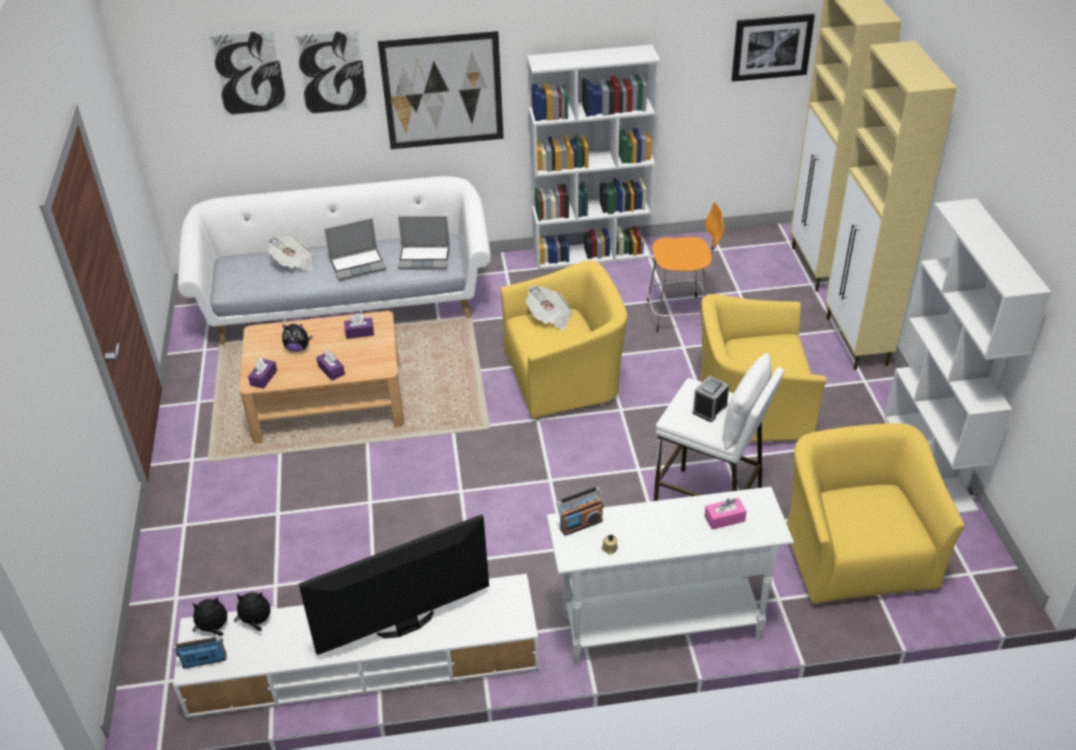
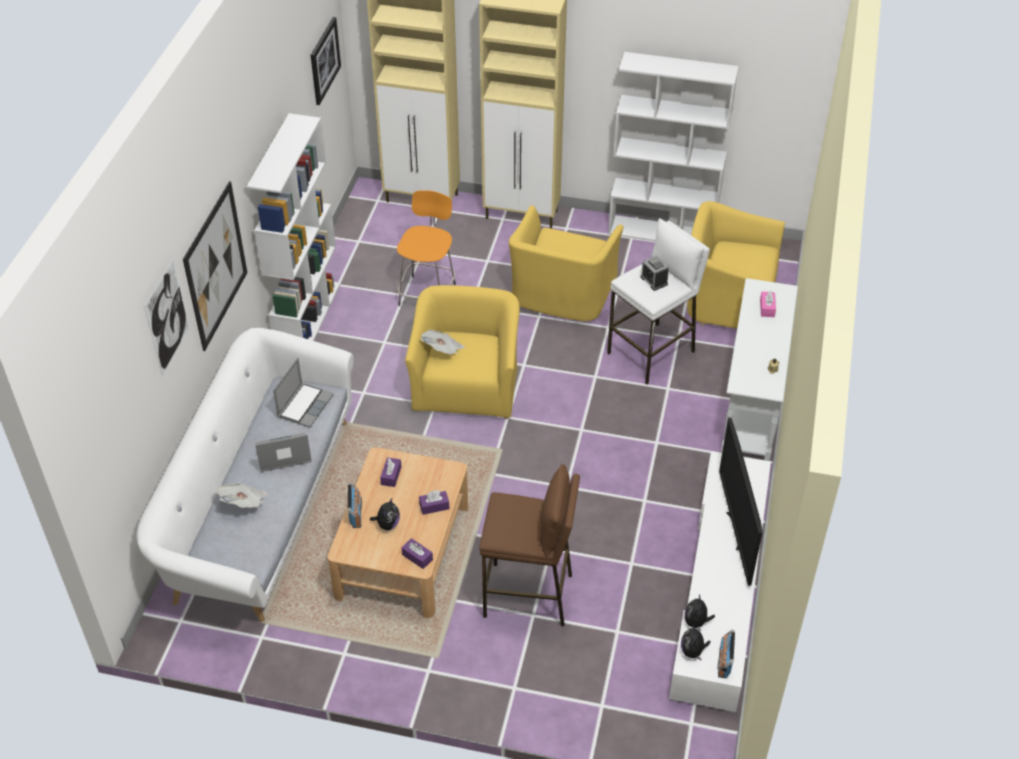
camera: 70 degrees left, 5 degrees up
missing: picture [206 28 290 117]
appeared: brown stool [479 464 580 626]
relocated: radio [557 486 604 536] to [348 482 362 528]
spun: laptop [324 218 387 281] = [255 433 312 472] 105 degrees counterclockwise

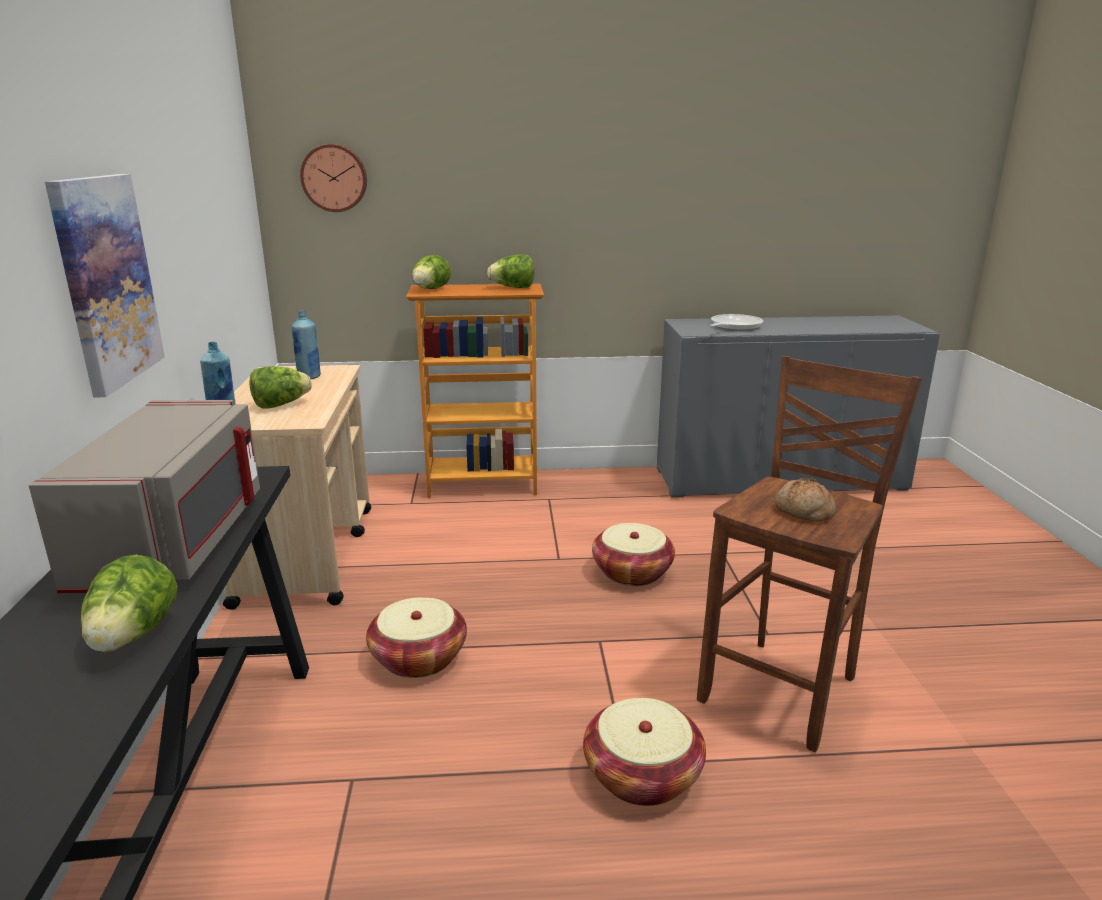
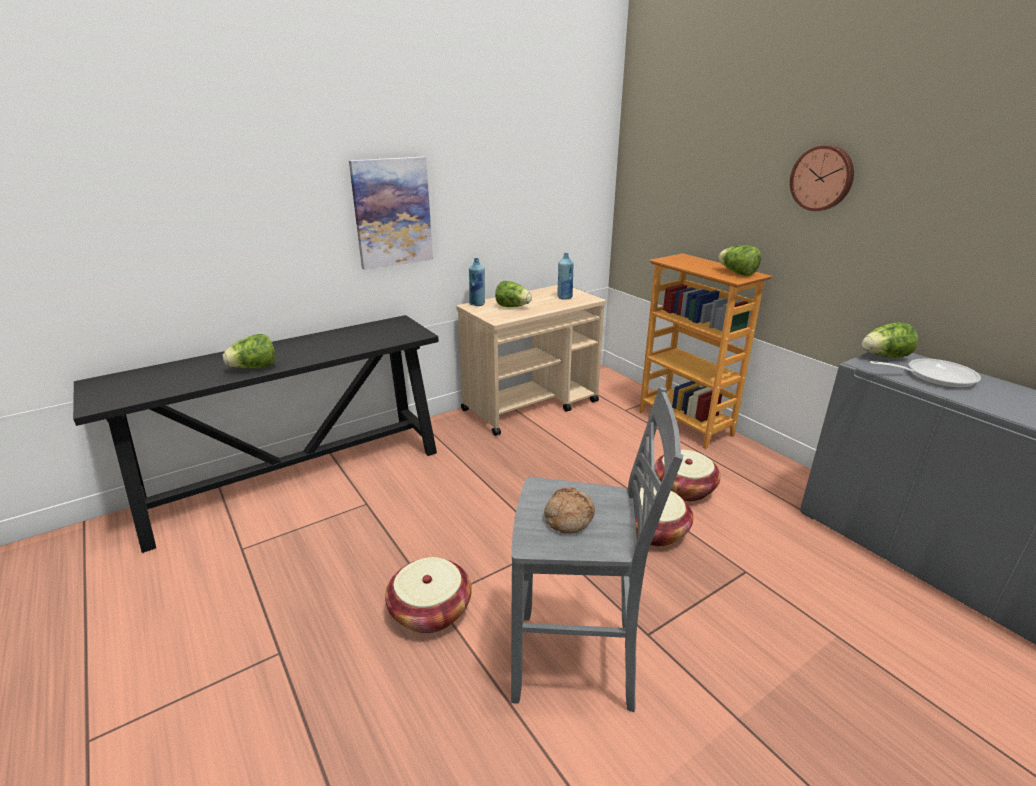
camera: 60 degrees right, 5 degrees up
missing: grey microwave [29 400 260 593]
relocated: basket [366 597 467 678] to [654 450 721 501]; wall clock [300 144 367 212] to [790 145 854 211]; lettuce [412 255 451 289] to [862 322 918 358]
colour: brown stool [697 356 922 753] to grey stool [511 387 683 712]

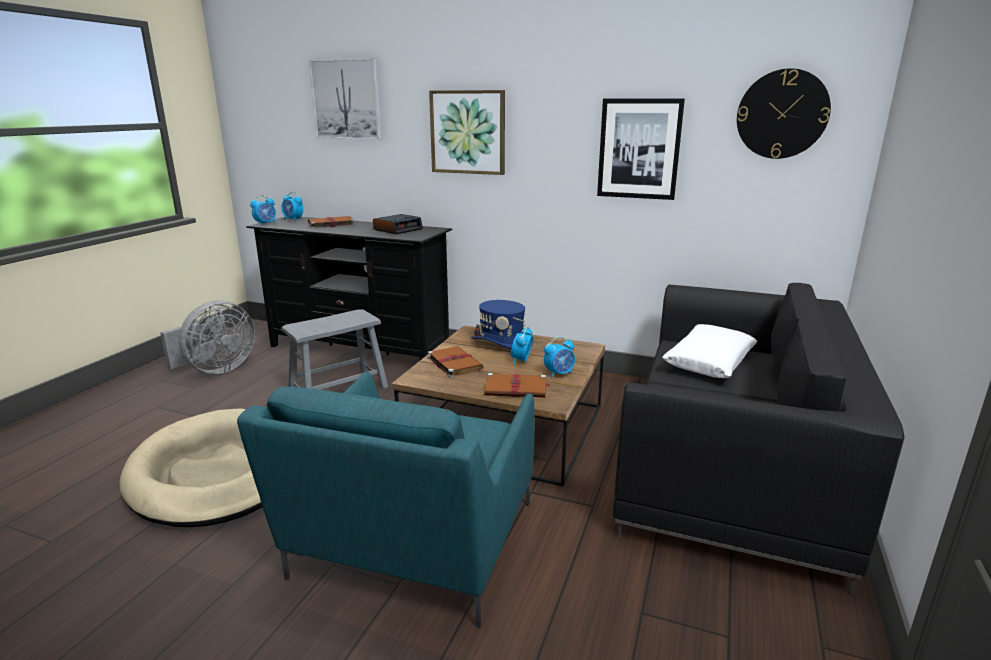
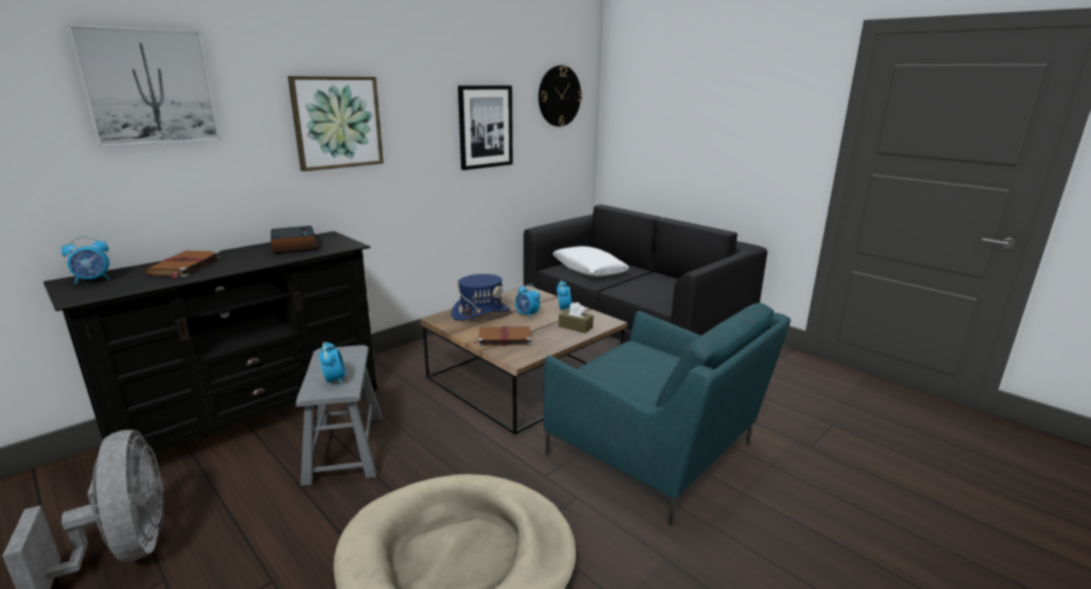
camera: 65 degrees left, 0 degrees up
relocated: alarm clock [250 195 276 226] to [319 342 346 386]
exchanged: brown book [484 373 550 398] to brown tissue box [559 302 593 333]

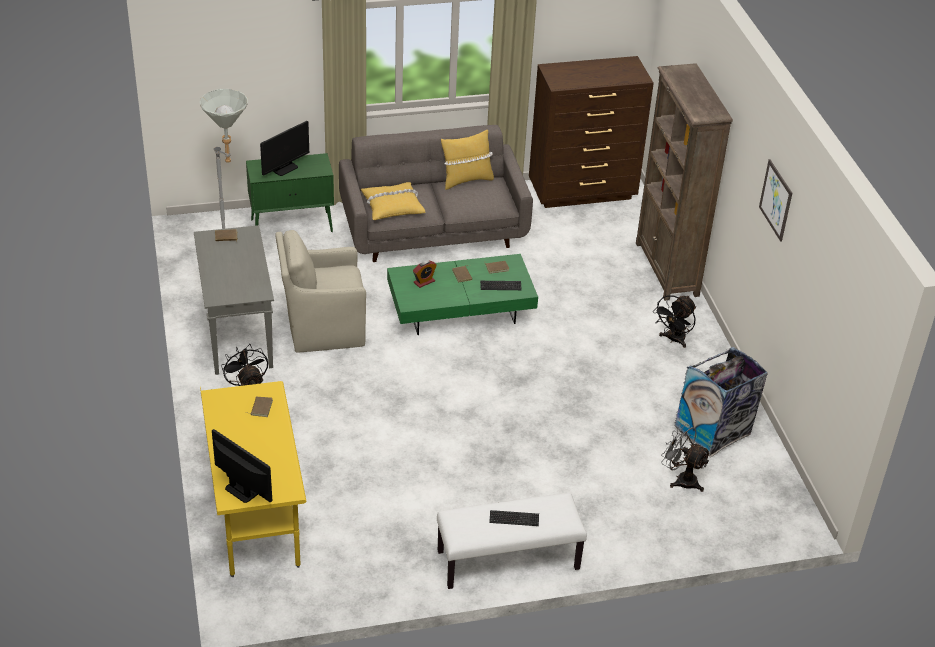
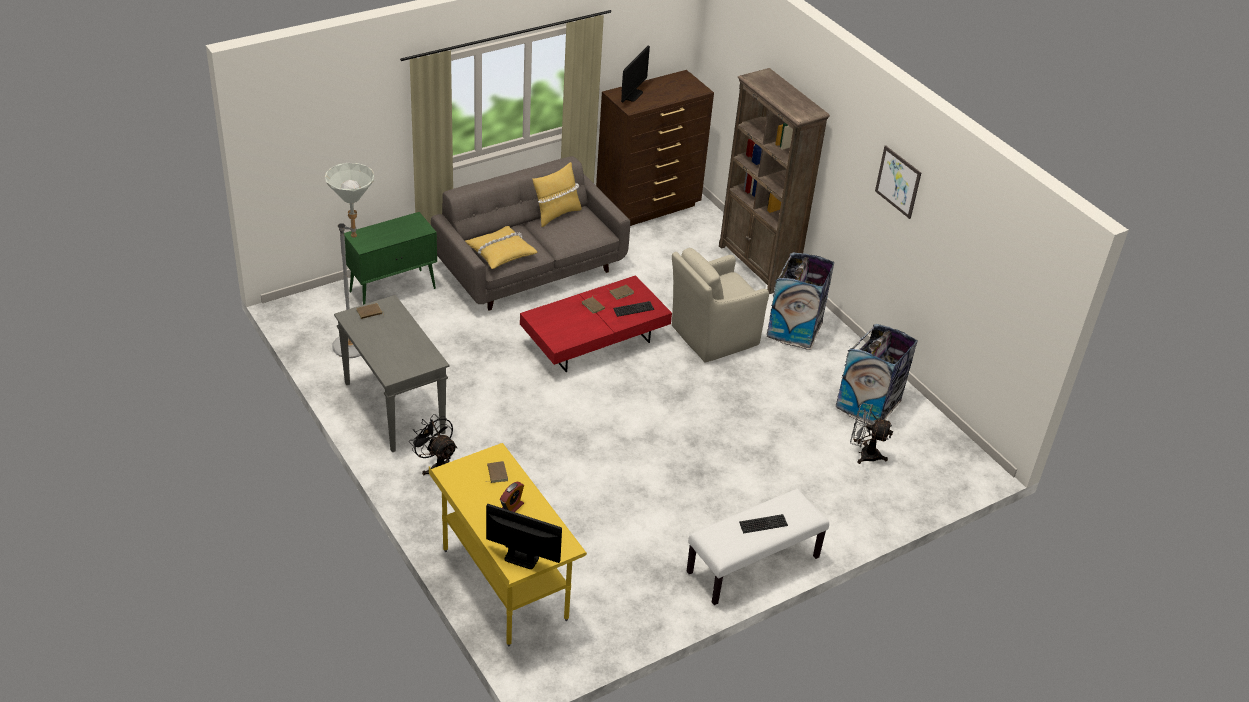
camera: 20 degrees left, 0 degrees up
relocated: alarm clock [413 261 437 288] to [500 482 524 512]; monitor [260 121 309 176] to [621 46 650 102]; beige armchair [275 230 366 353] to [672 248 769 362]
exchanged: black fan [653 295 696 348] to trash can [767 252 834 350]
colour: green coffee table [387 254 538 335] to red coffee table [520 275 672 372]

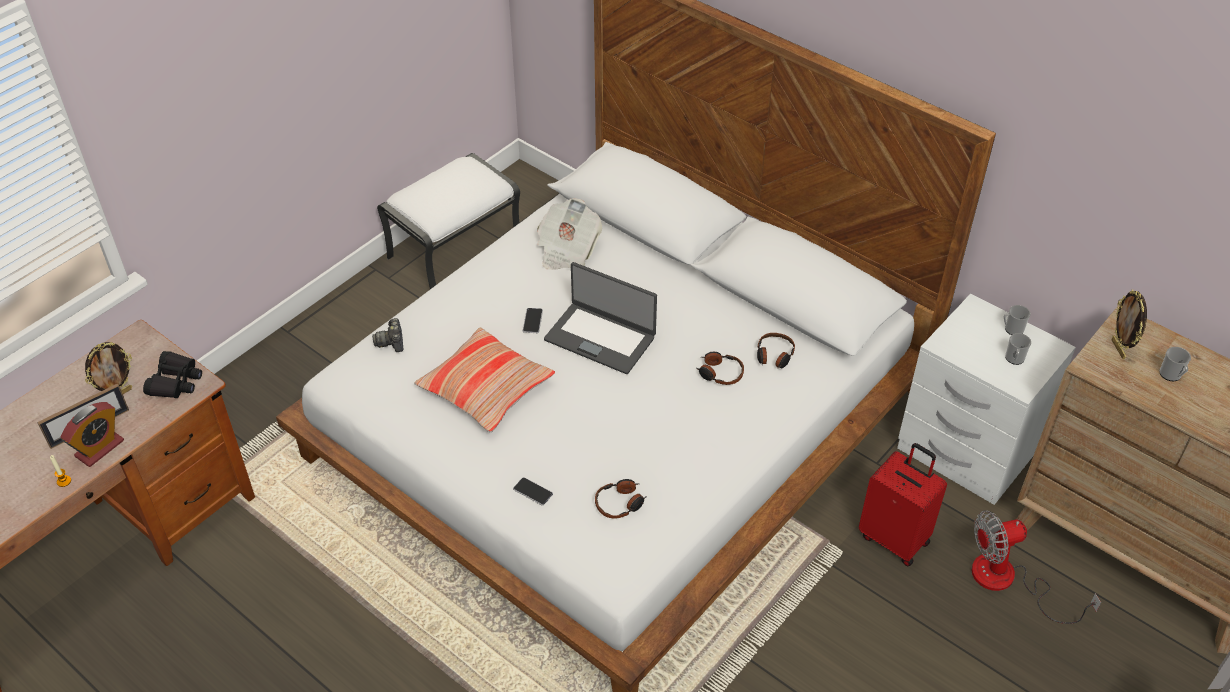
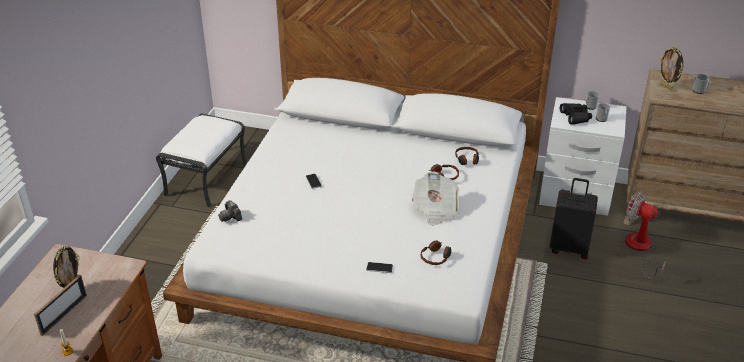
camera: 25 degrees left, 10 degrees down
missing: alarm clock [60 402 124 467]; pillow [414 327 555 432]; laptop [544 262 657 374]
relocated: newspaper [537 198 602 270] to [412 172 459 226]; black binoculars [143 351 202 398] to [560 103 592 125]
colour: red suitcase [859 443 947 566] to black suitcase [550 178 598 259]
spun: fan [972 510 1101 624] = [625 192 666 279] 75 degrees clockwise

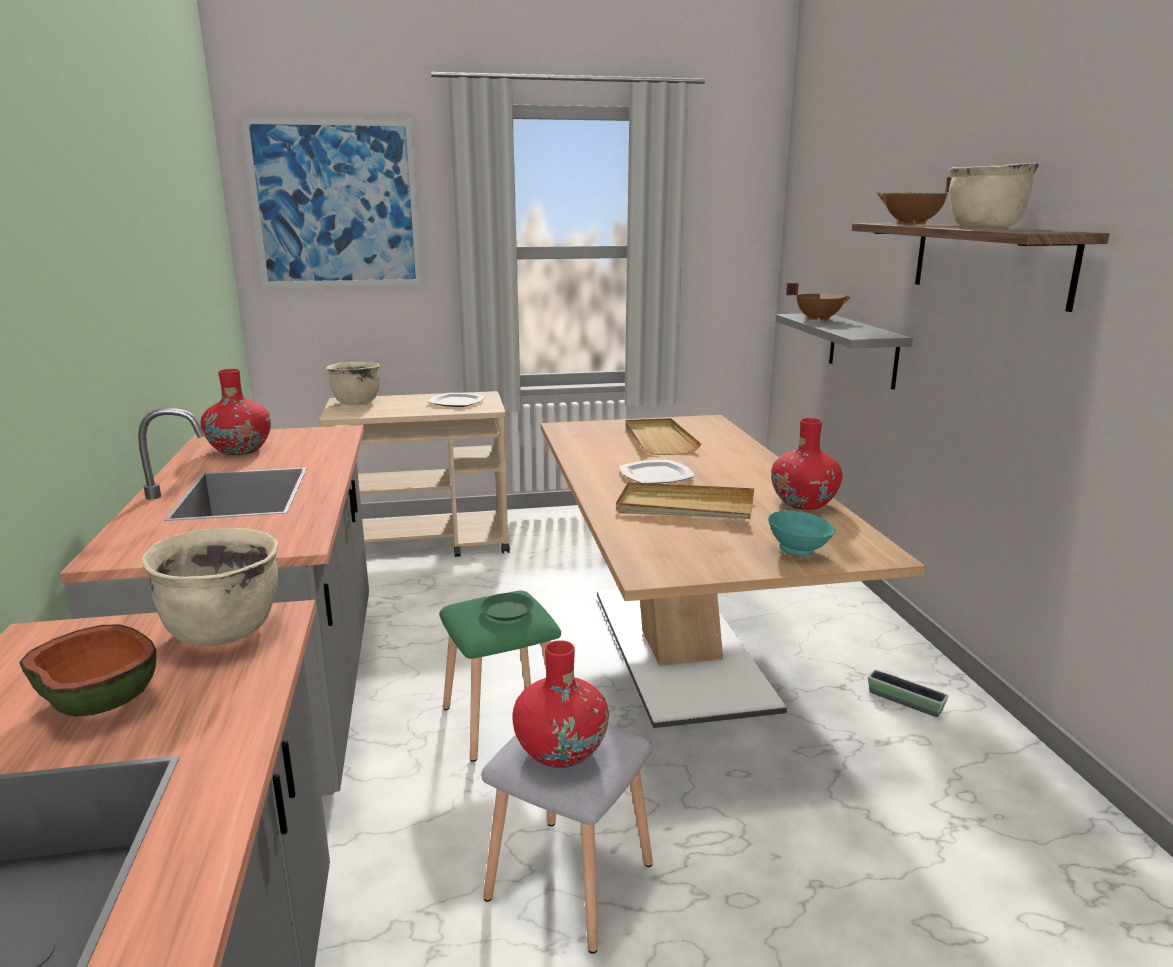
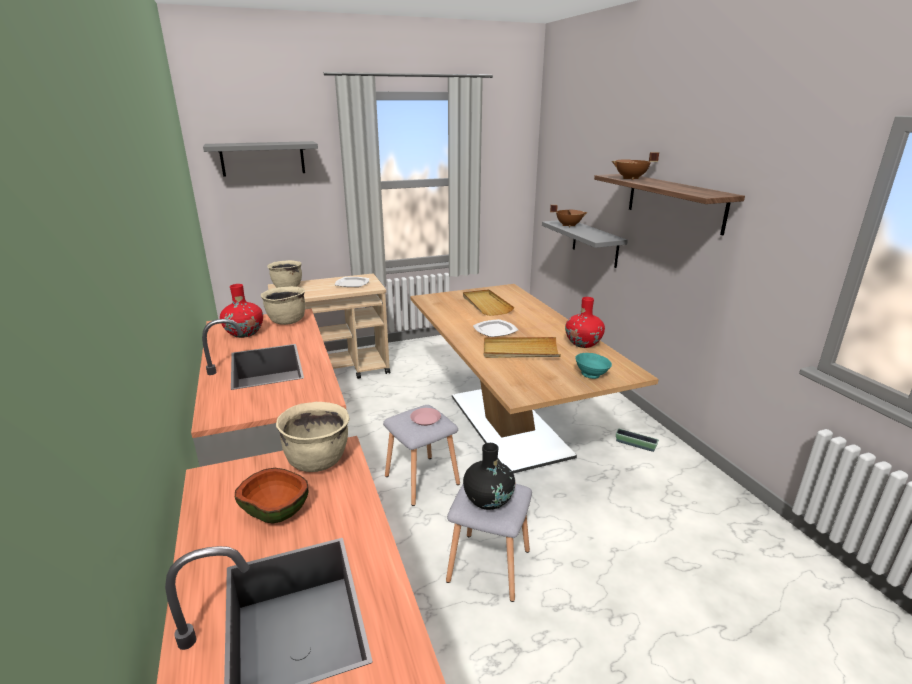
camera: 10 degrees left, 5 degrees up
relocated: beige cooking pot [949 163 1039 228] to [261 286 305 325]
exchanged: picture [241 117 422 288] to grey shelf [203 141 318 176]
colour: green stool [439 591 561 762] to grey stool [383 405 460 506]; green plate [480 593 534 621] to pink plate [410 408 441 426]; red vase [512 640 609 768] to black vase [463 443 515 510]

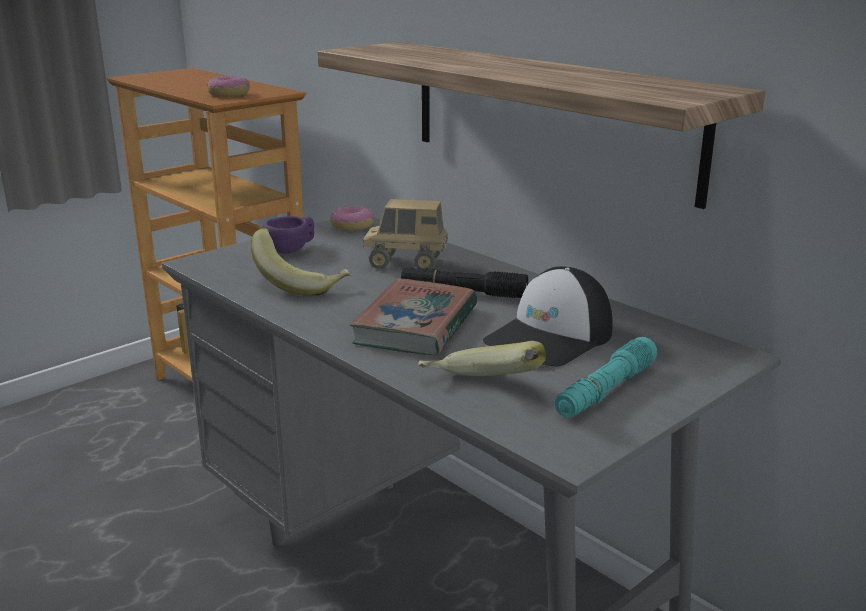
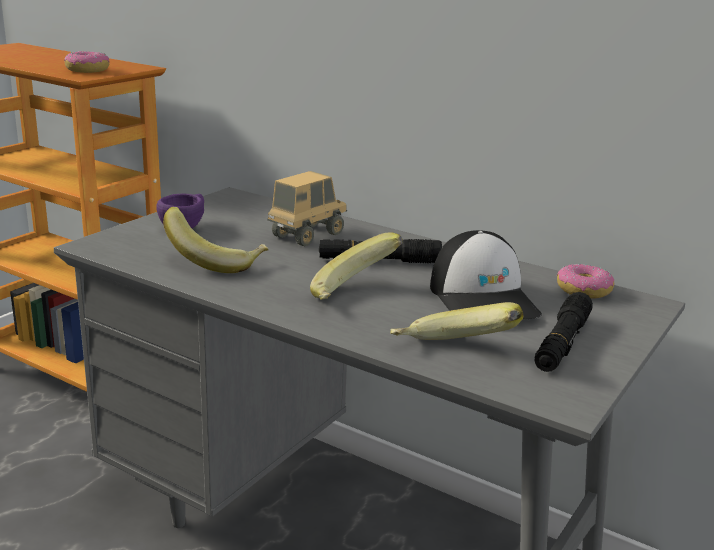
camera: 15 degrees left, 0 degrees up
missing: shelf [318 42 766 209]
relocated: donut [330 205 374 231] to [557 264 614 299]
exchanged: book [350 278 477 355] to banana [310 232 403 300]
colour: turquoise flashlight [555 337 657 418] to black flashlight [535 292 593 372]
spun: toy truck [363 199 448 270] = [267 171 347 246] 135 degrees clockwise; cap [483 266 613 367] = [430 230 542 320] 45 degrees counterclockwise

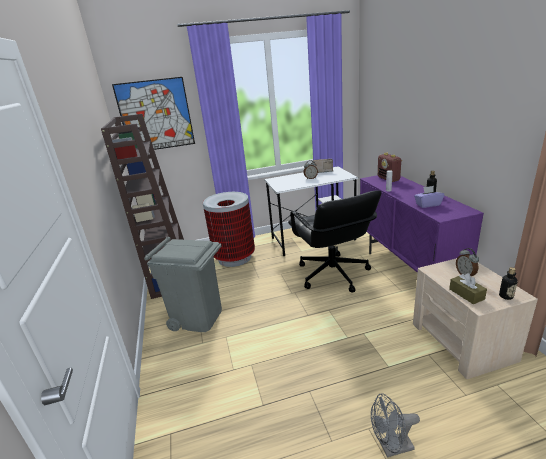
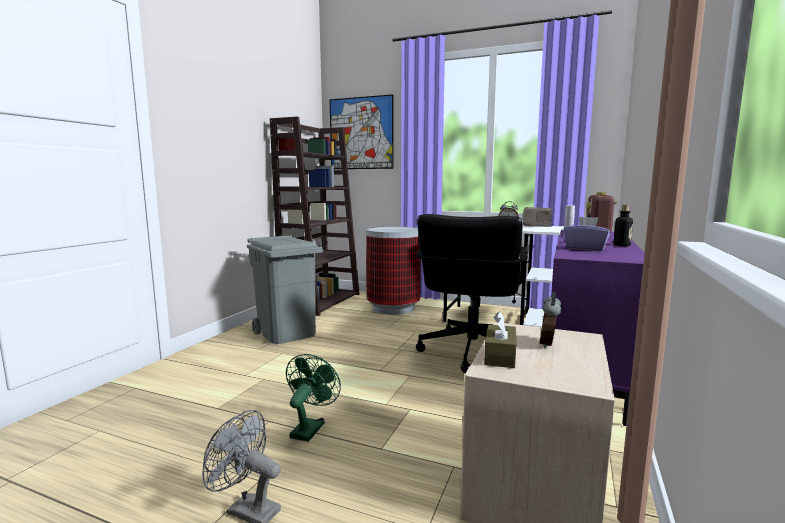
camera: 35 degrees right, 15 degrees down
missing: bottle [499 267 518 300]
appeared: green fan [286 354 341 442]

